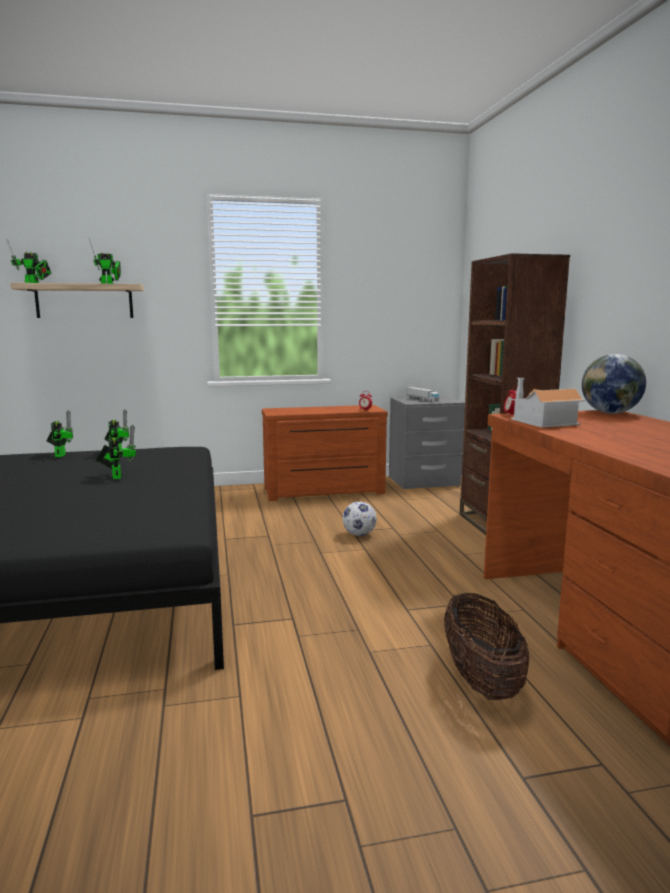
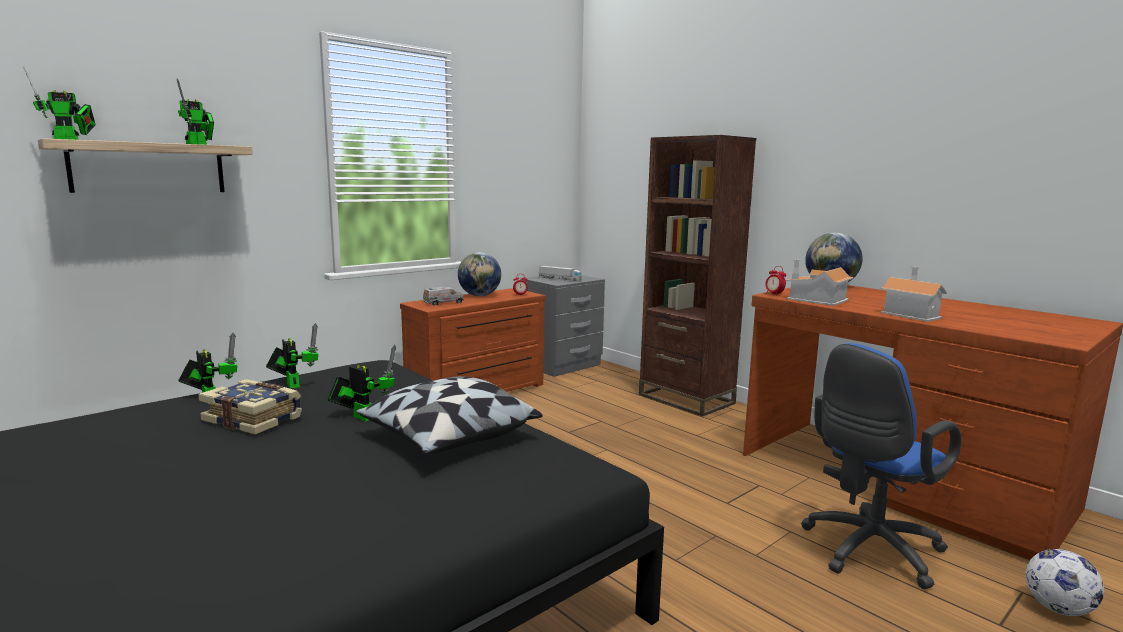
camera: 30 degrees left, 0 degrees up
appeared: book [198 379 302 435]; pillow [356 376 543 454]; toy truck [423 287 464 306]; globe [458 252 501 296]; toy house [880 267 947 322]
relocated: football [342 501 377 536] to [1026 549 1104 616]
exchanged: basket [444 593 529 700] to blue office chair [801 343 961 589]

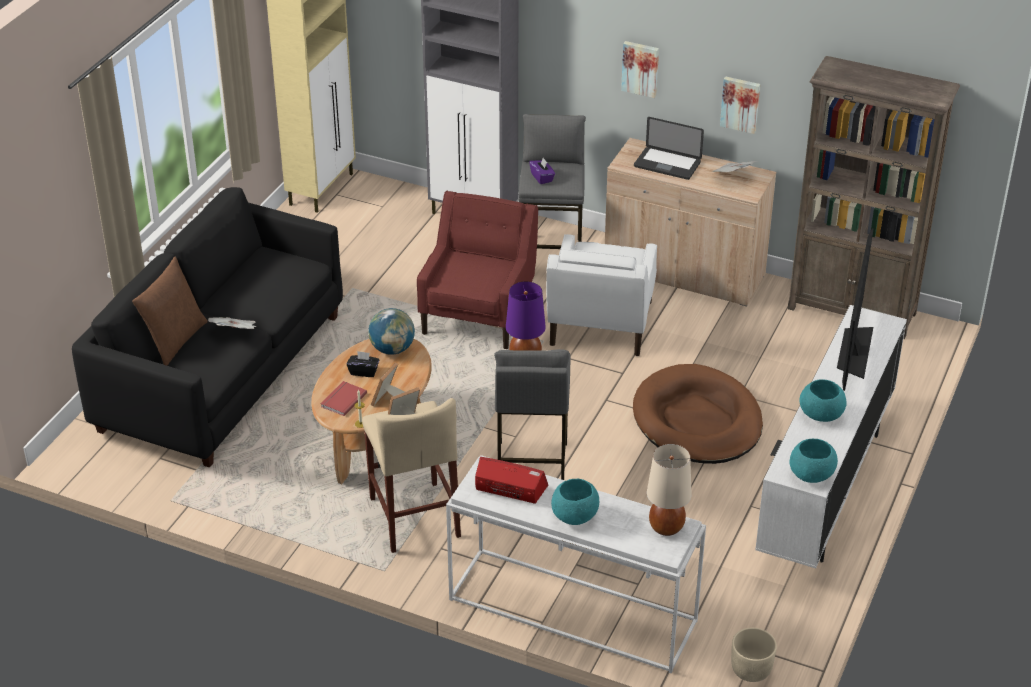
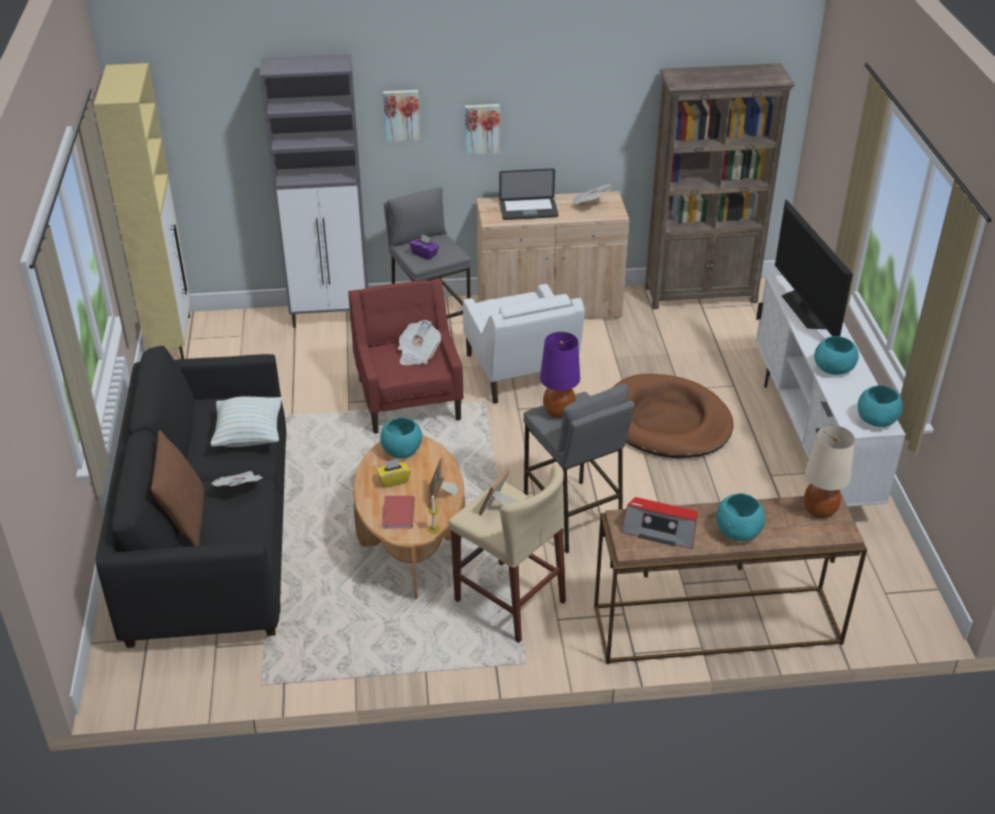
camera: 30 degrees left, 0 degrees up
missing: beige planter [731 628 777 682]
appeared: pillow [211 397 282 447]; newspaper [398 320 441 365]
relocated: picture [720 76 760 134] to [383 90 420 142]
exchanged: globe [368 308 415 355] to turquoise bowl [380 418 422 459]
colour: black tissue box [346 351 379 377] to yellow tissue box [376 459 411 488]; white console table [446 455 706 674] to brown console table [594 495 867 664]
spun: radio [475 457 549 504] = [621 497 698 549] 150 degrees counterclockwise

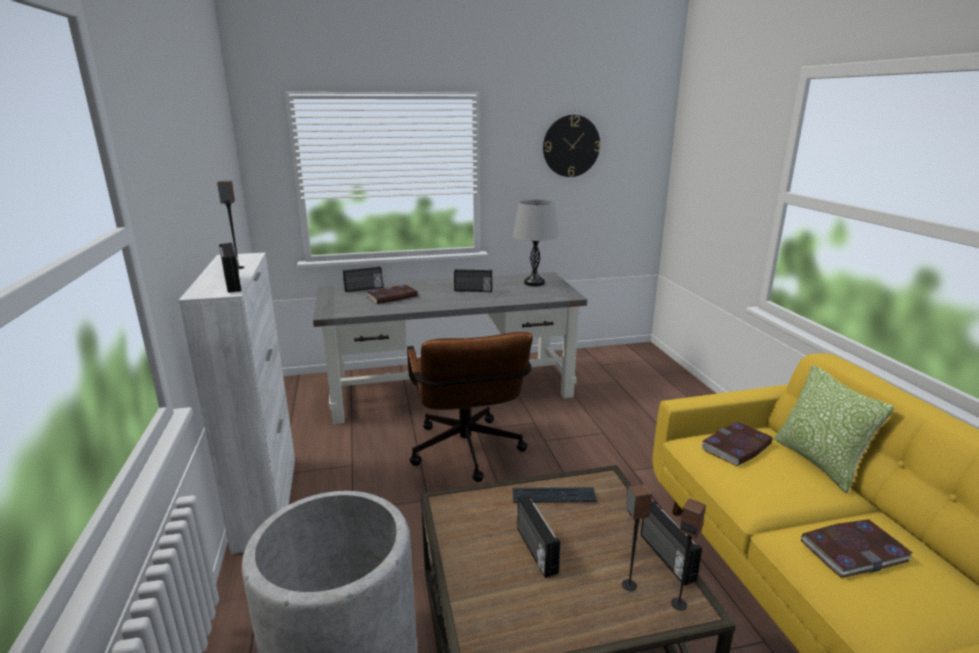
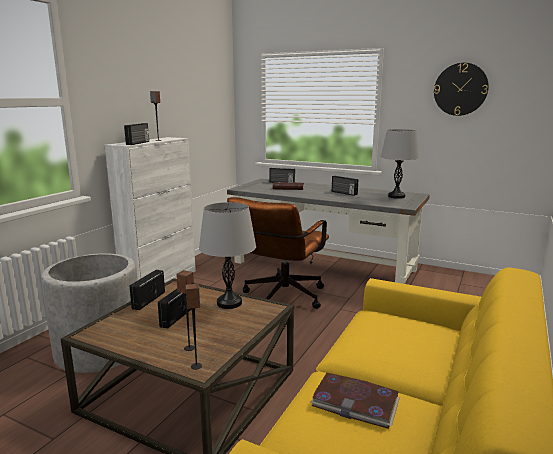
camera: 40 degrees right, 5 degrees down
missing: book [701 422 773 466]; pillow [774 365 895 493]
relocated: radio [641 501 702 586] to [130 270 165 310]
exchanged: keyboard [512 487 597 503] to grey table lamp [199 202 256 309]

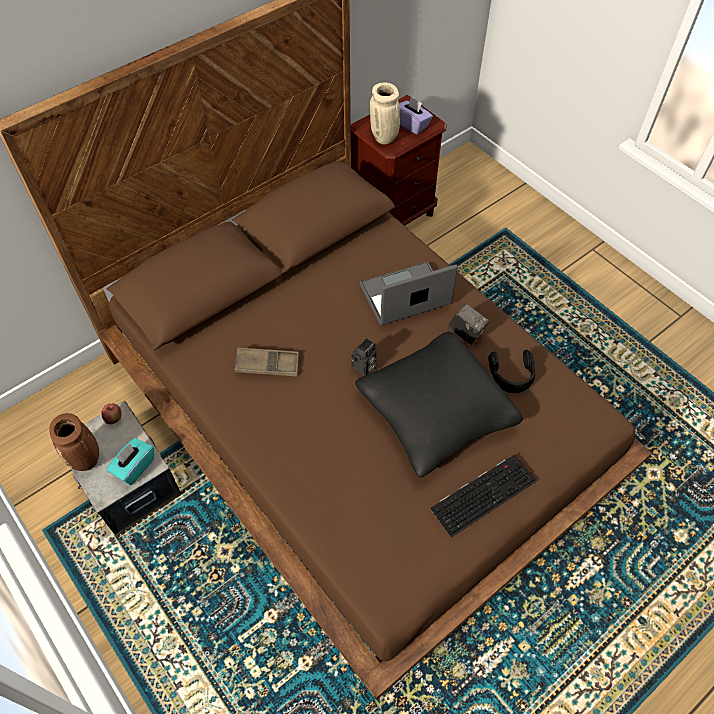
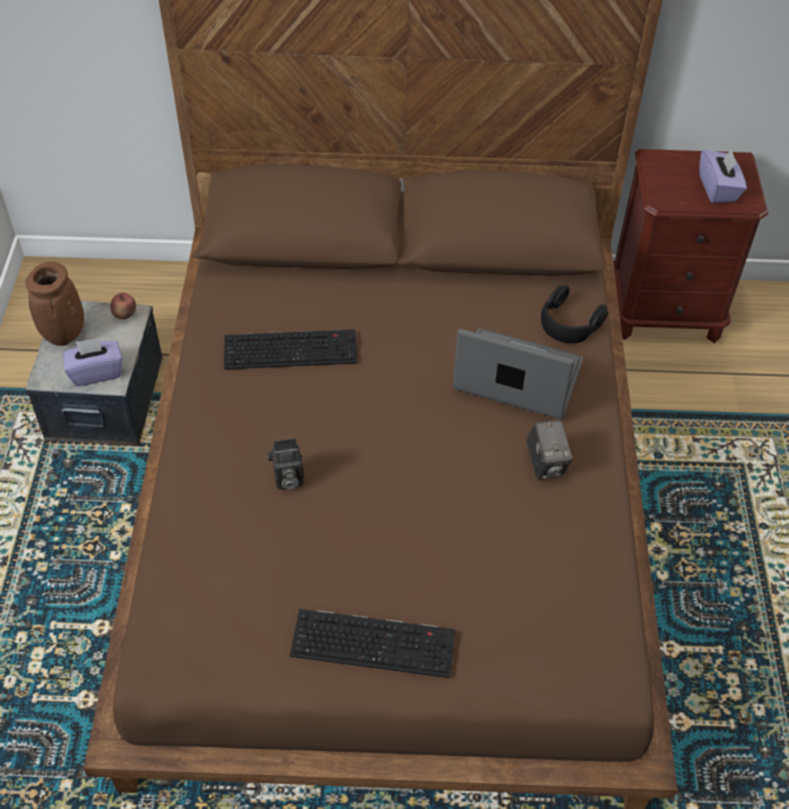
camera: 40 degrees right, 5 degrees down
missing: black pillow [355 332 523 478]; beige vase [370 82 400 144]
relocated: photo camera [350 338 377 376] to [268 438 304 490]; black headphones [488 350 535 393] to [541 285 608 343]
exchanged: brown tray [235 348 299 377] to keyboard [224 329 358 370]
colour: turquoise tissue box [106 438 154 485] to purple tissue box [63 338 122 386]

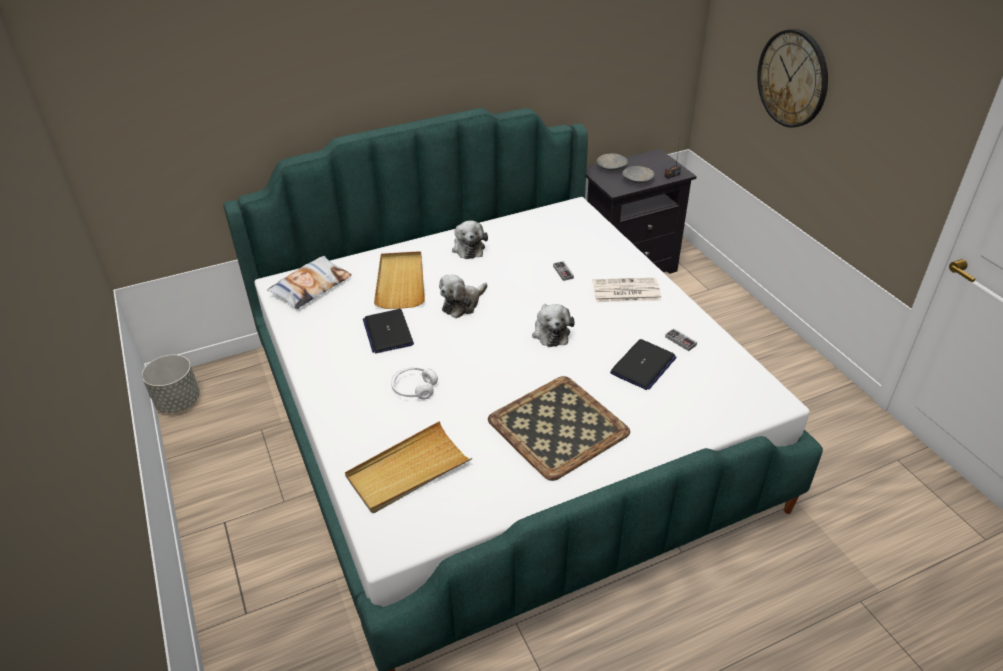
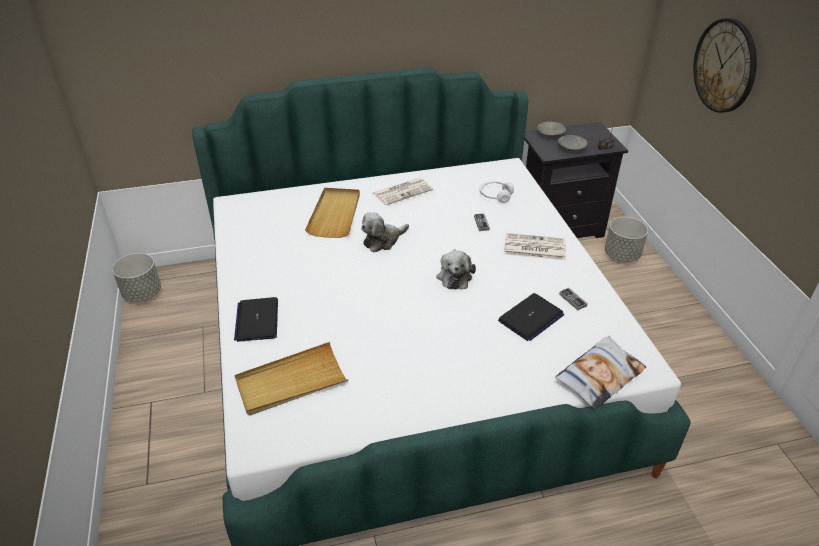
camera: 10 degrees right, 0 degrees up
missing: tray [488 376 630 481]
appeared: grey planter [605 217 648 262]
relocated: laptop [363 309 414 354] to [234 297 278 342]; white headphones [391 367 438 400] to [480 181 514 203]; pillow [267 256 351 309] to [555 336 646 410]
exchanged: plush toy [452 221 488 259] to newspaper [373 178 433 206]

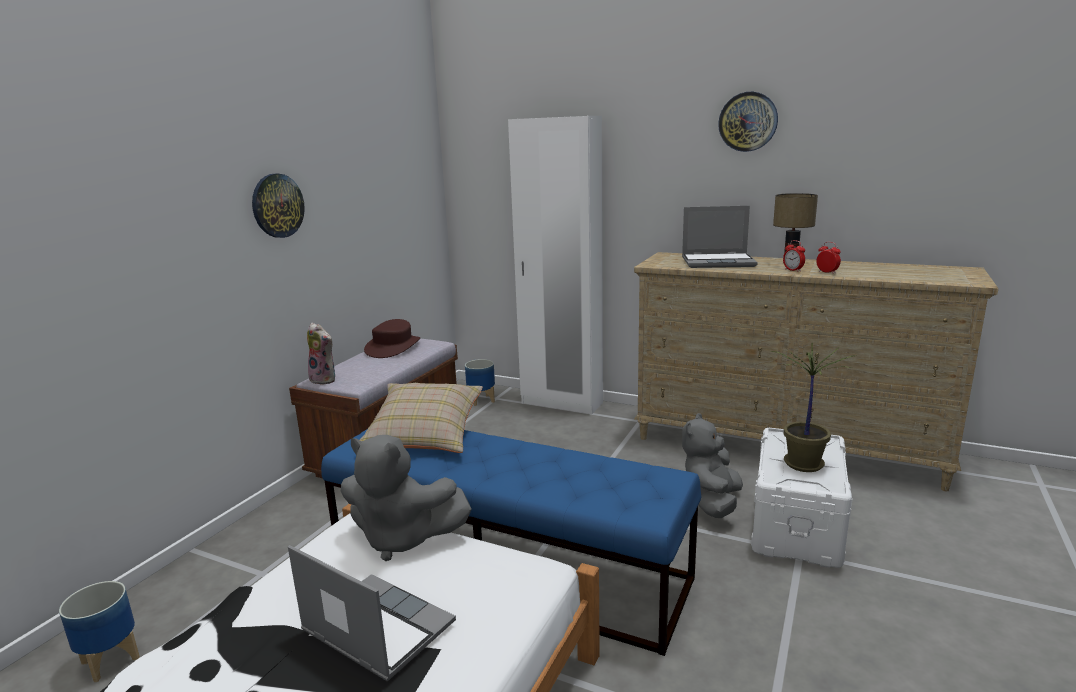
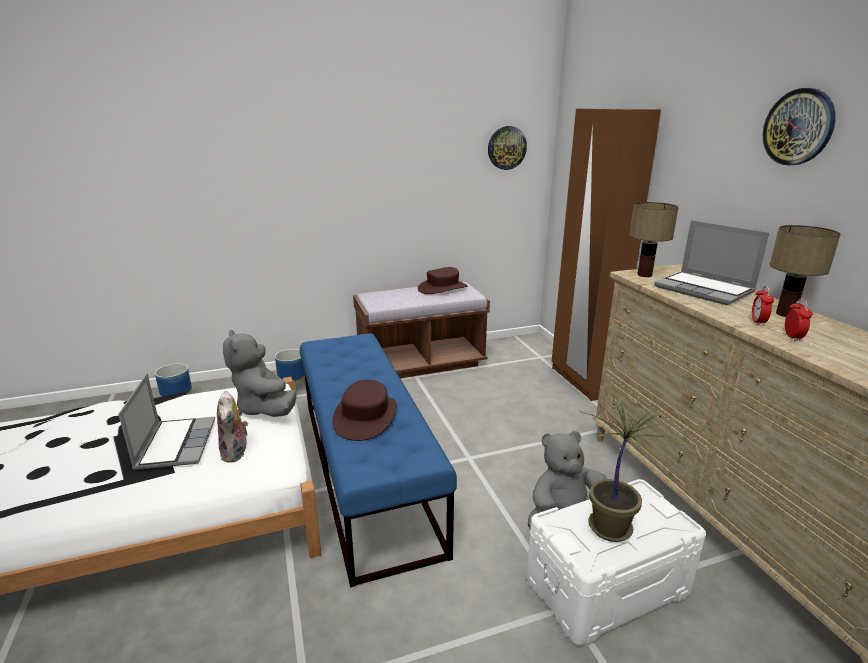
camera: 45 degrees right, 5 degrees up
missing: beige pillow [360 383 483 453]
appeared: brown hat [332 380 397 441]; table lamp [629 202 679 277]
relocated: plush toy [307 322 335 385] to [217 391 248 462]; planter [465 359 495 406] to [275 349 306 393]; wall clock [252 174 305 238] to [488 126 527 170]
colour: white wardrobe [508 116 603 414] to brown wardrobe [552 108 661 401]

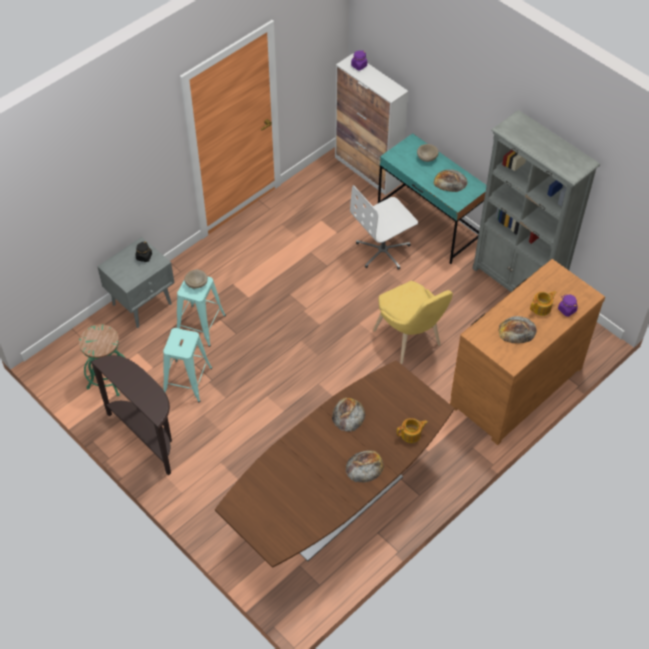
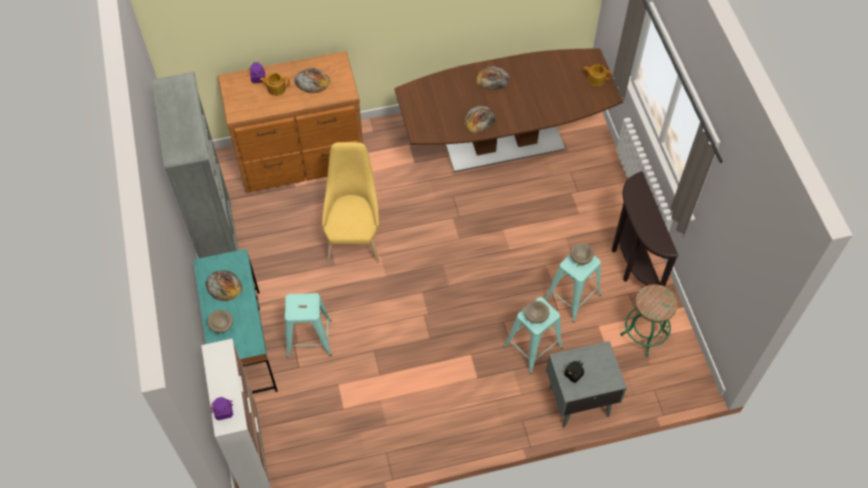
camera: 150 degrees left, 5 degrees up
appeared: beige bowl [570 243 594 265]
relocated: teapot [397 418 428 443] to [584 65 612 86]
exchanged: white office chair [350 185 418 270] to turquoise stool [285 293 332 358]

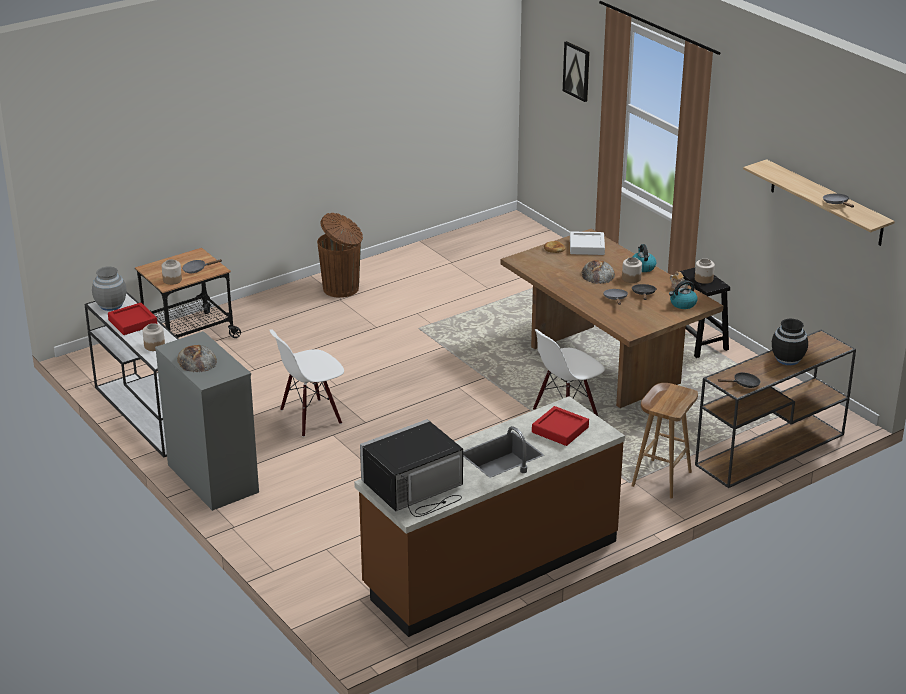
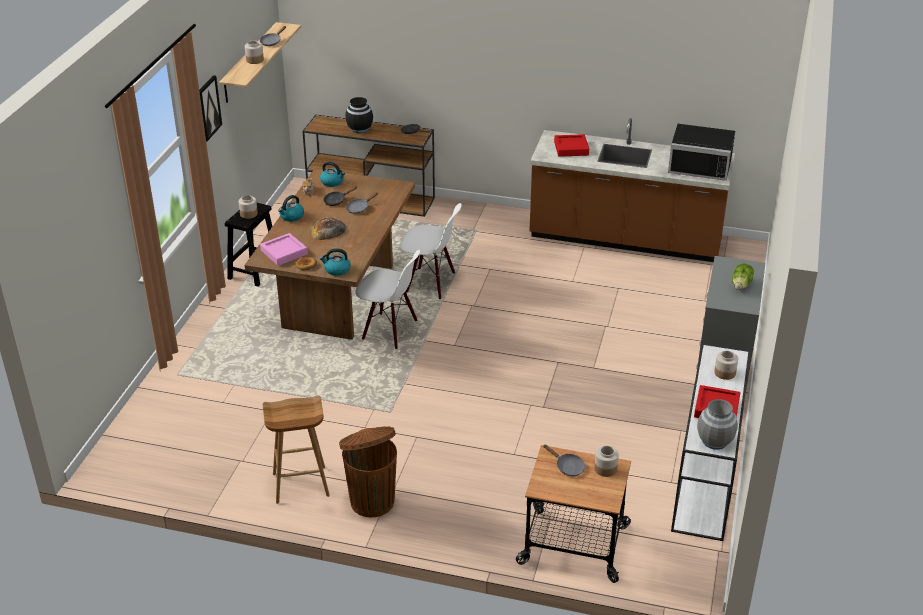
camera: 130 degrees left, 5 degrees up
appeared: kettle [320 248 351 276]
relocated: picture [563 41 590 102] to [199 75 222 141]; jar [622 257 642 283] to [245 40 264 64]; brown stool [632 383 698 499] to [263 395 330 504]; white chair [269 329 344 437] to [355 250 420 349]
exchanged: bread [177 345 217 372] to lettuce [732 263 754 290]
colour: white tray [570 231 605 255] to pink tray [260 233 308 266]

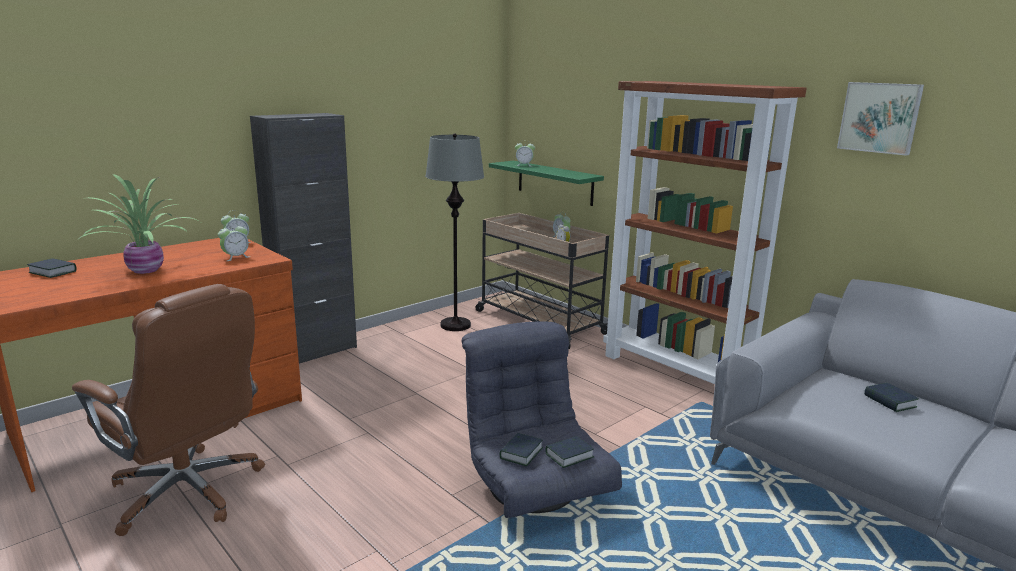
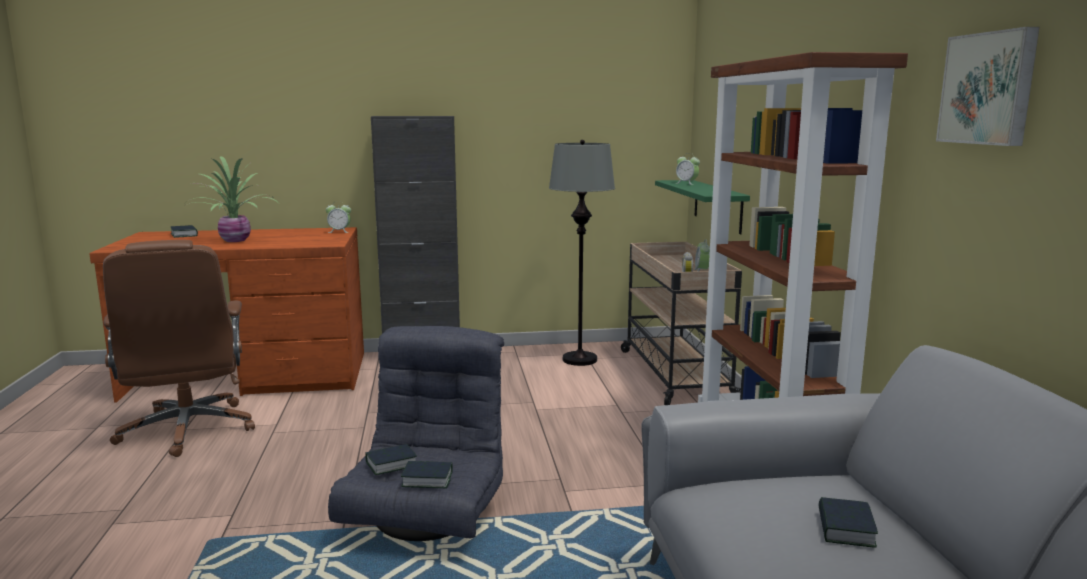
camera: 35 degrees right, 5 degrees down
missing: alarm clock [218 223 249 261]

